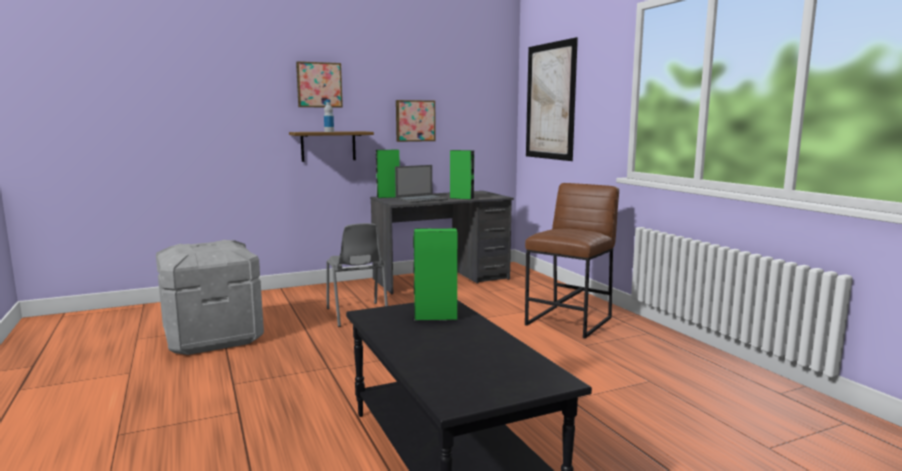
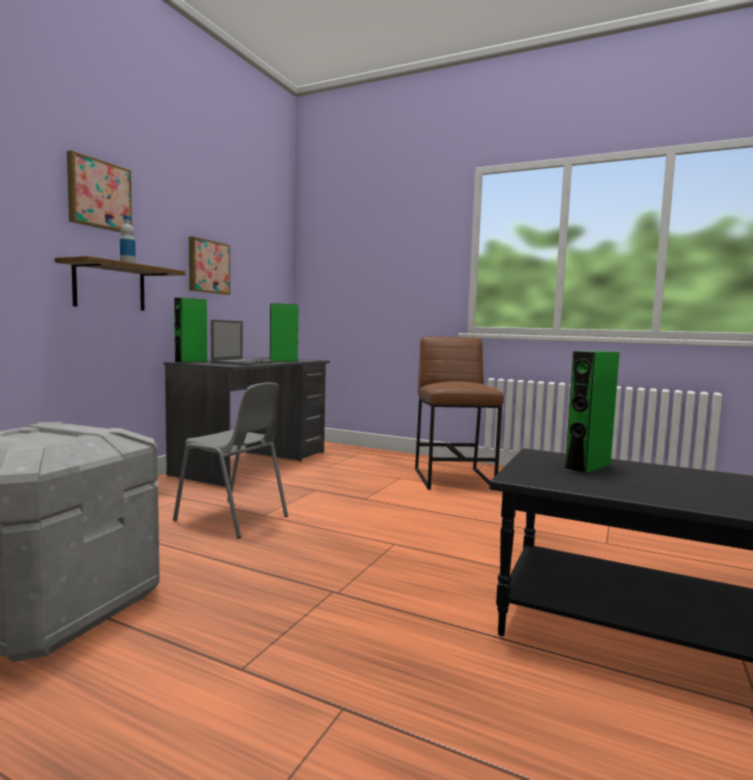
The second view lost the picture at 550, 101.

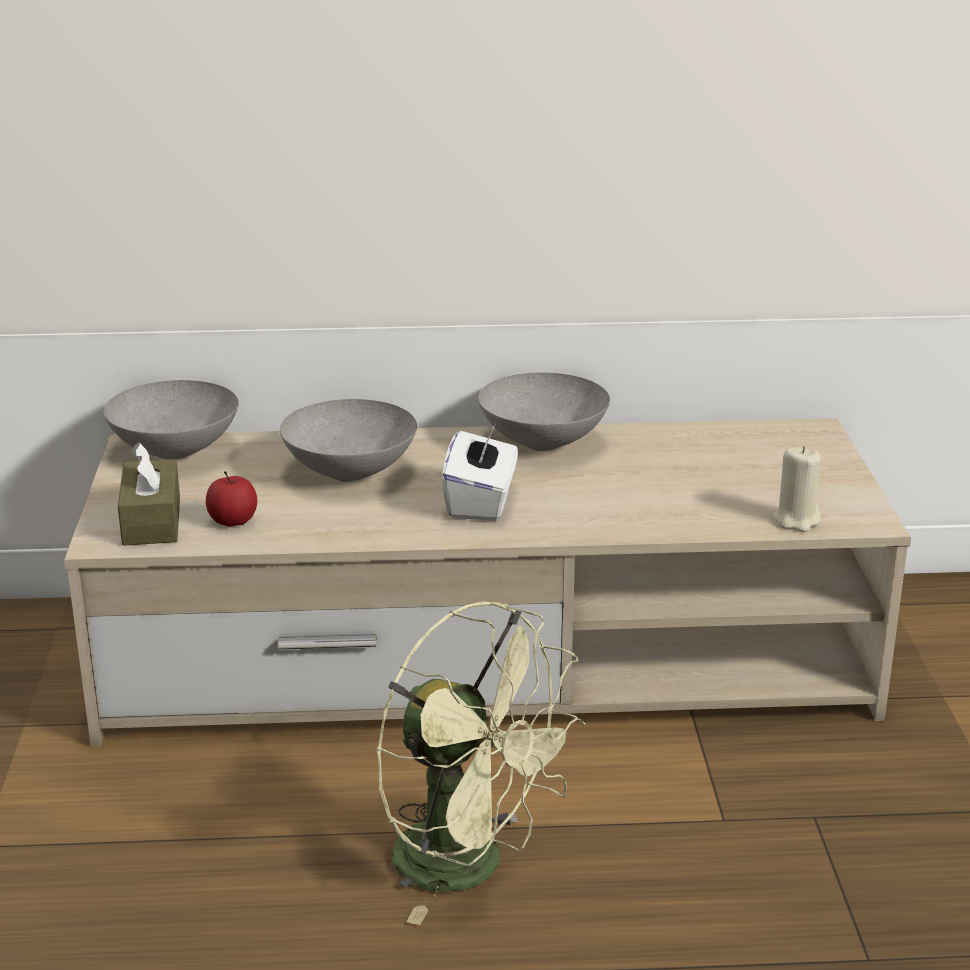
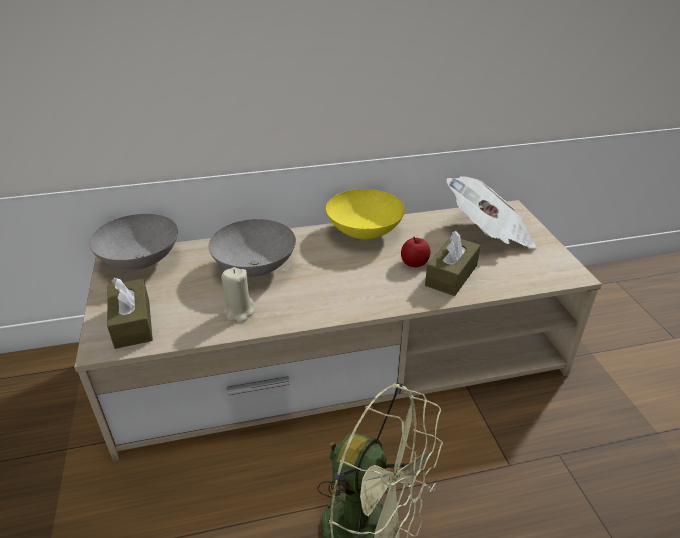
The second view lost the white box of tissues at 481, 502.
The second view gained the brown box of tissues at 451, 275.
The second view gained the newspaper at 489, 234.
The whole apple ended up elsewhere, having gone from 233, 521 to 414, 263.
The beige wax candle ended up elsewhere, having gone from 796, 520 to 239, 311.
What was the gray deep dish at 545, 443 turned into the yellow-coloured deep dish at 365, 233.

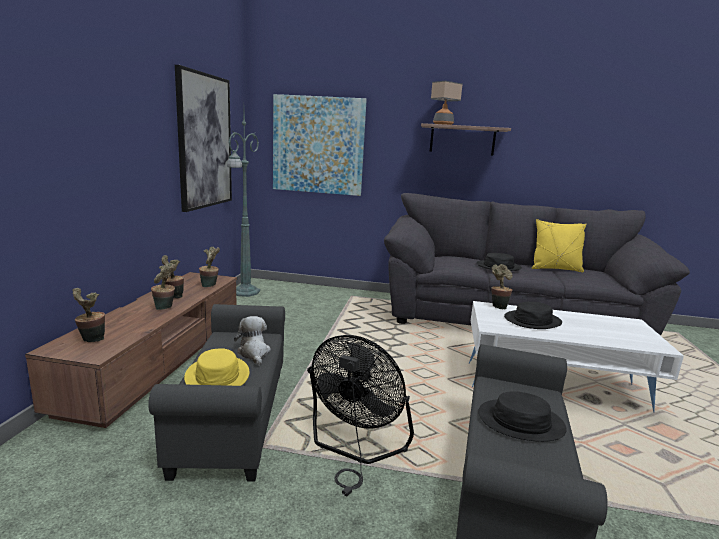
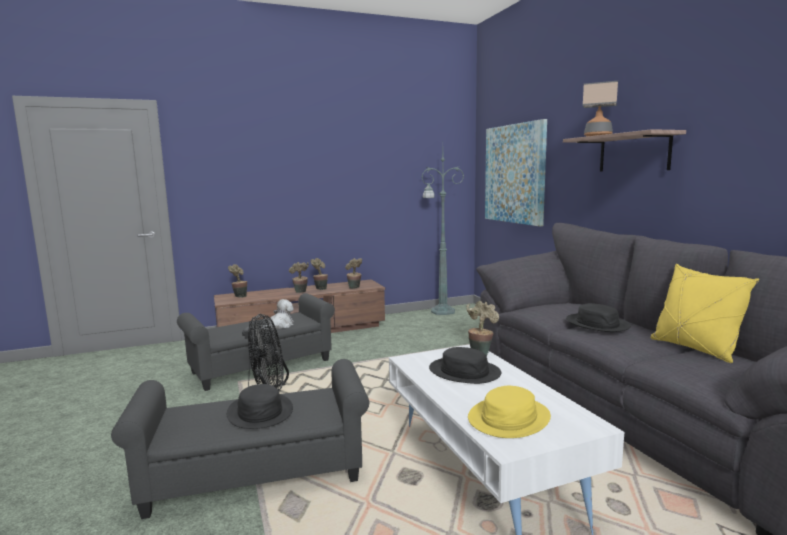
The second view lost the picture at 204, 141.
The yellow-coloured hat ended up elsewhere, having gone from 217, 376 to 509, 418.

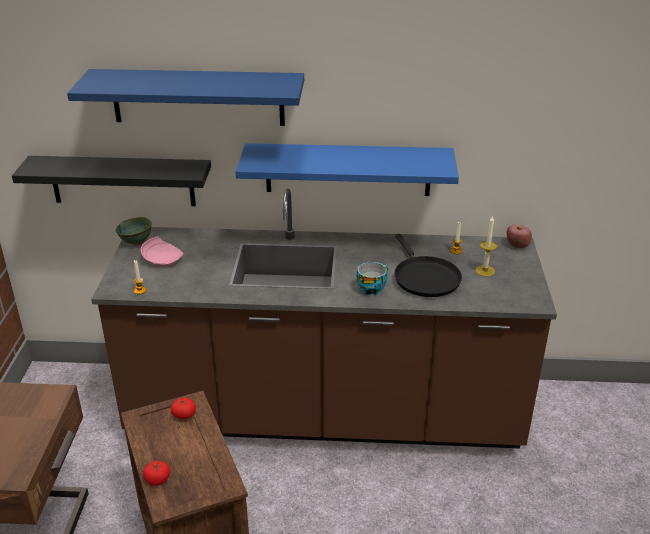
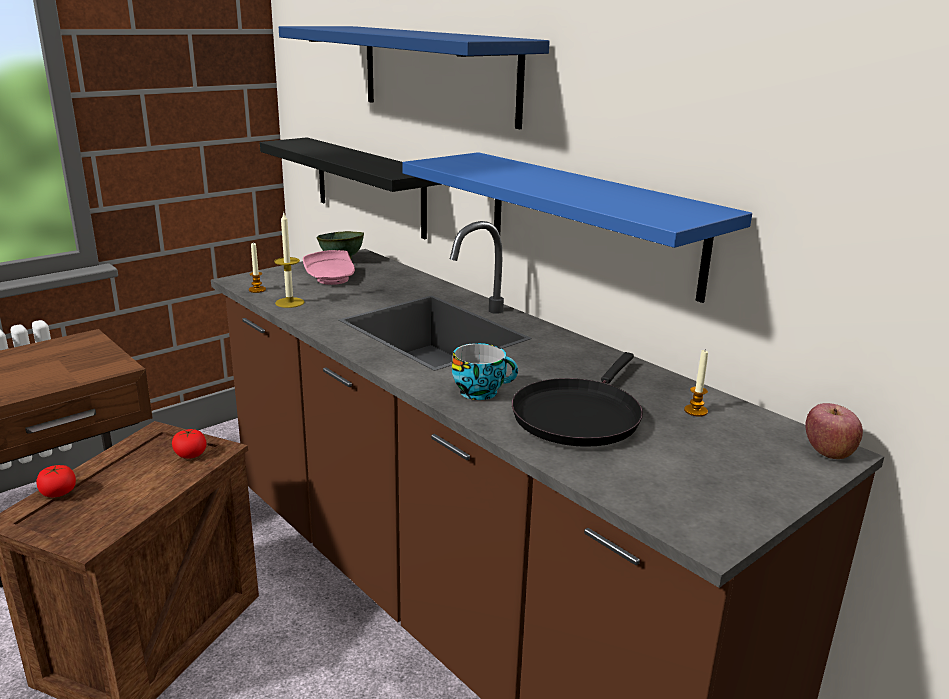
The wax candle ended up elsewhere, having gone from 485, 271 to 289, 302.

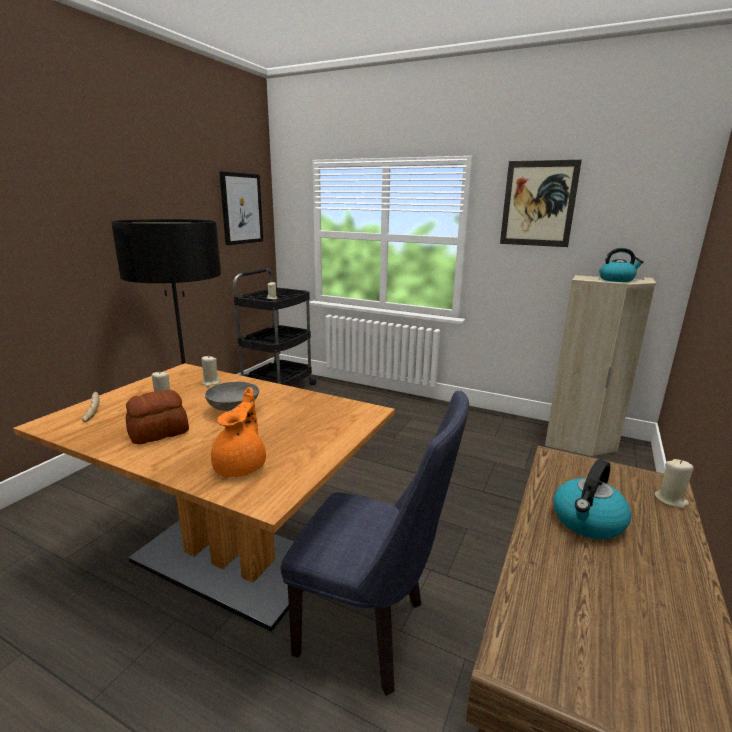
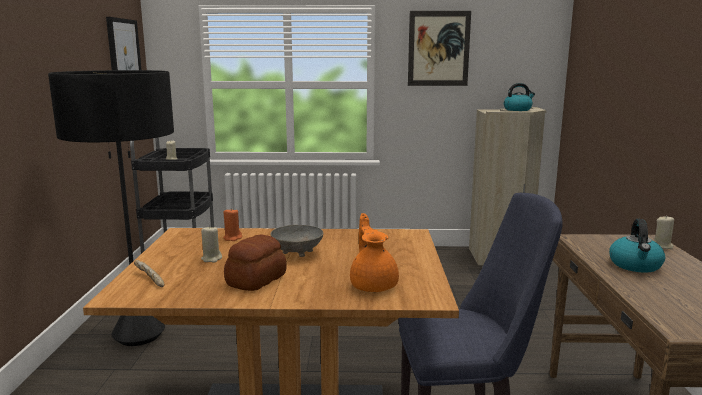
What was the beige wax candle at 211, 383 turned into the orange wax candle at 232, 238.

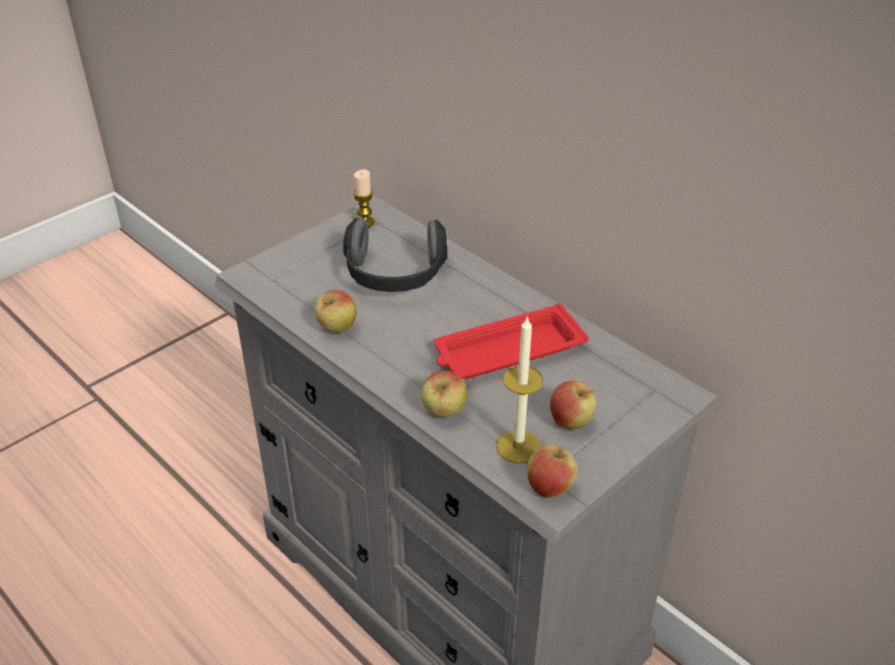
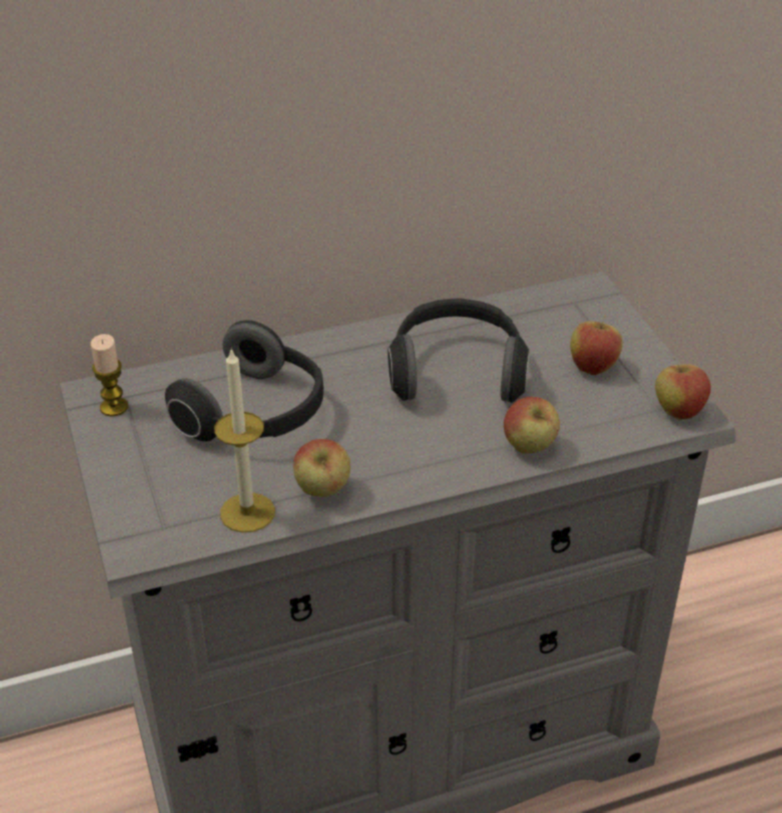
The wax candle ended up elsewhere, having gone from 518, 446 to 247, 512.
Where the reddish serving tray stood at 507, 351, the pair of headphones came to stand at 457, 372.

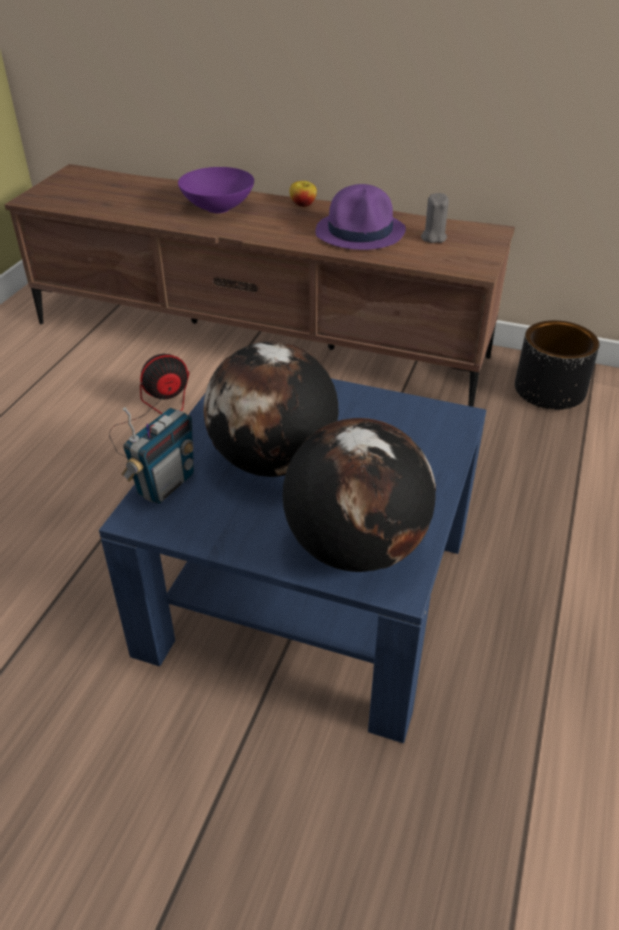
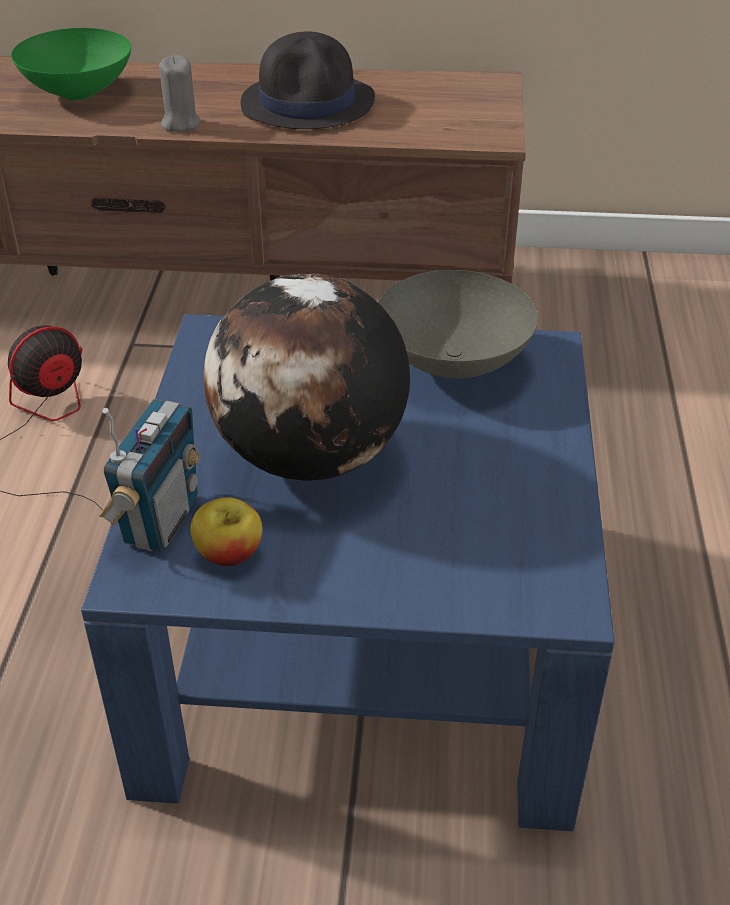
The second view lost the desk globe at 355, 547.
The second view lost the black-coloured planter at 549, 391.
The second view gained the gray deep dish at 455, 363.
The whole apple ended up elsewhere, having gone from 303, 204 to 229, 553.
The gray wax candle ended up elsewhere, having gone from 433, 237 to 180, 123.
What was the purplish deep dish at 219, 208 turned into the greenish deep dish at 80, 92.
What was the purplish hat at 361, 232 turned into the black-coloured hat at 309, 103.

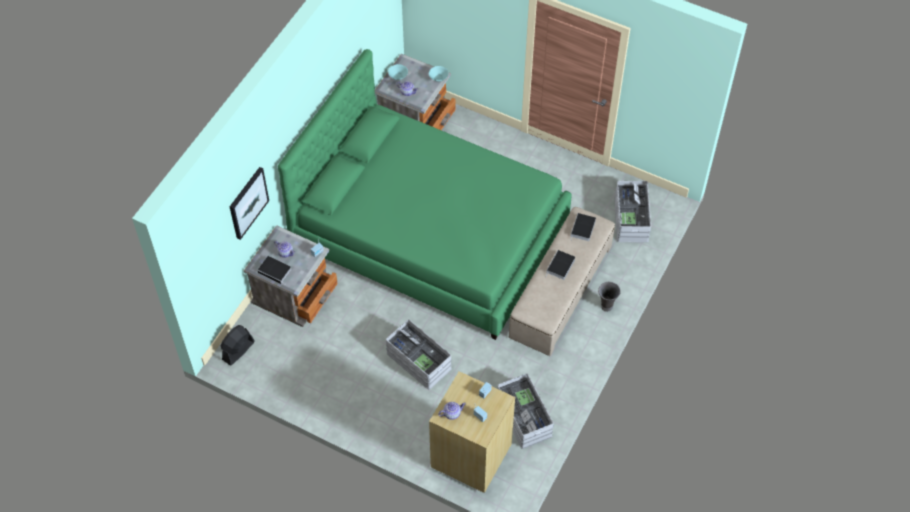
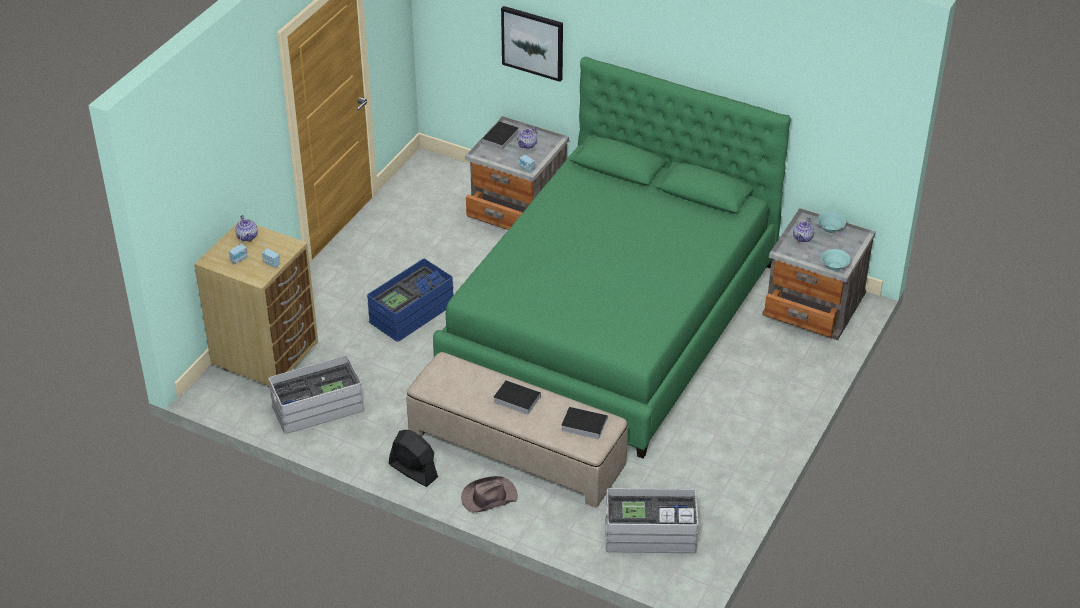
The black-coloured cooling fan ended up elsewhere, having gone from 238, 350 to 413, 470.
Where the gray flower vase stood at 606, 306, the brown hat came to stand at 488, 497.
What was the gray storage box at 418, 361 turned into the blue-coloured storage box at 411, 312.

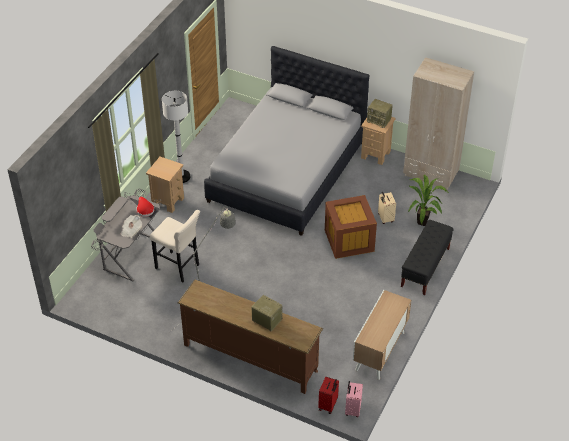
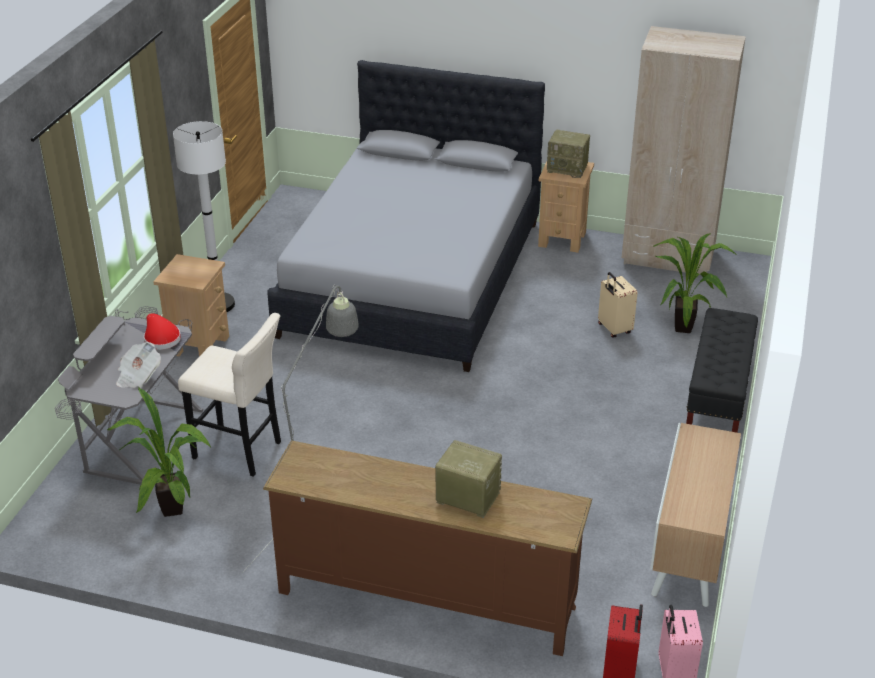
The second view lost the brown storage box at 348, 241.
The second view gained the potted plant at 173, 513.

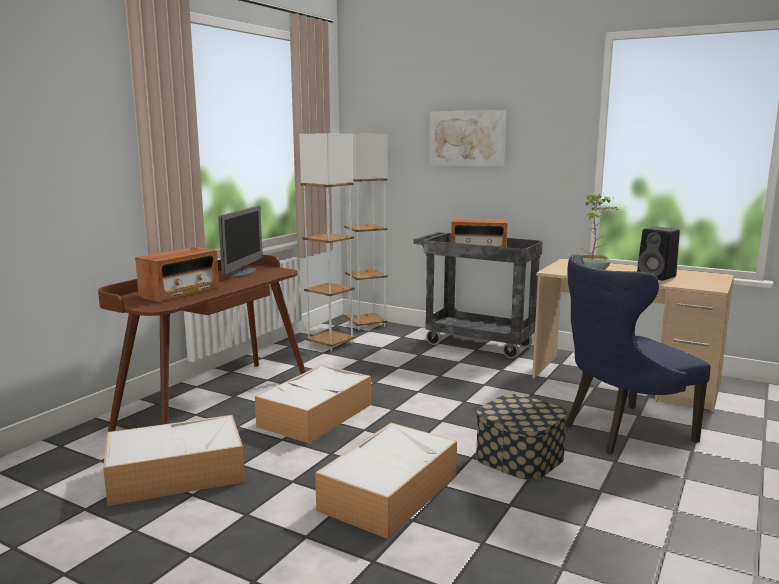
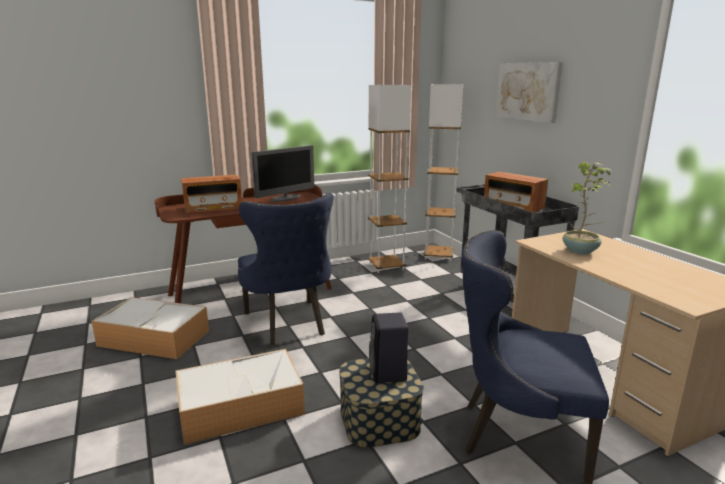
The black-coloured speaker ended up elsewhere, having gone from 657, 277 to 388, 373.
Where the storage box stood at 315, 416, the blue-coloured upright chair came to stand at 288, 324.

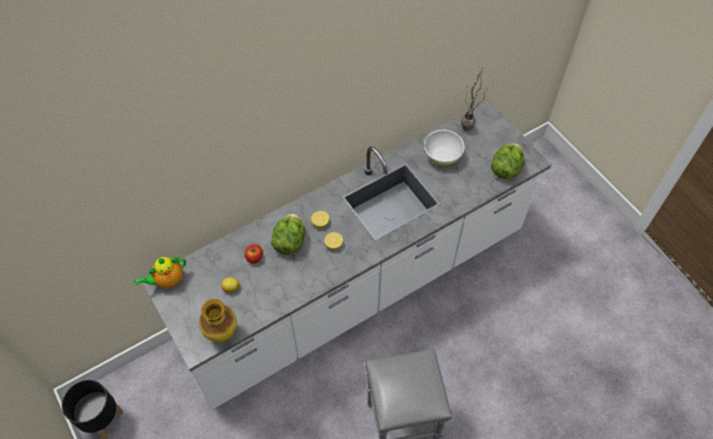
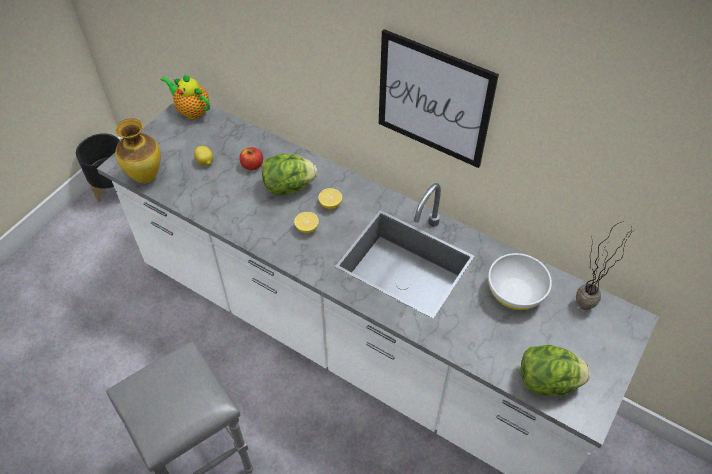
The second view gained the picture at 434, 100.

